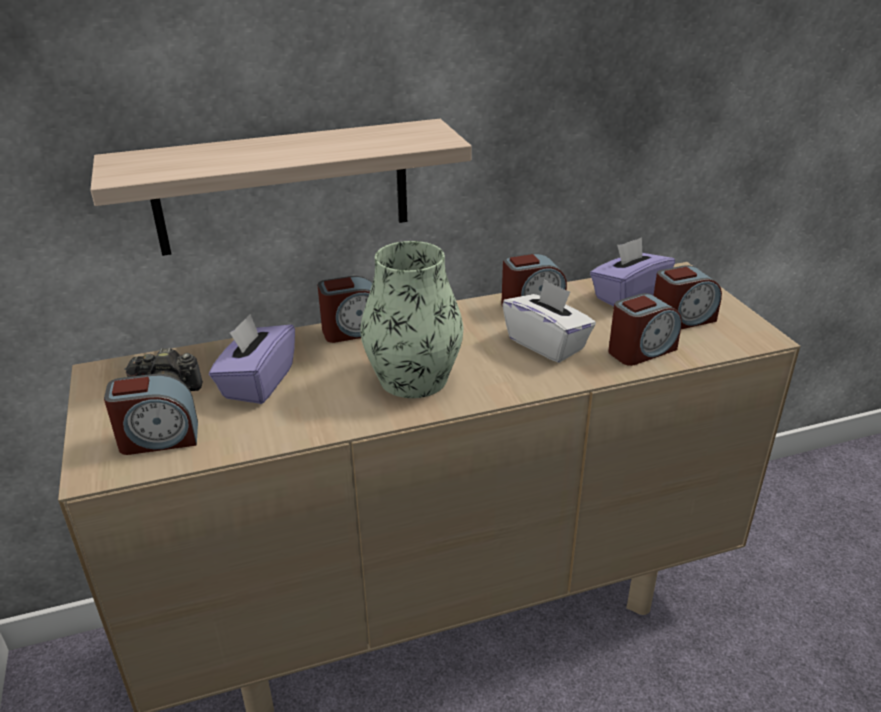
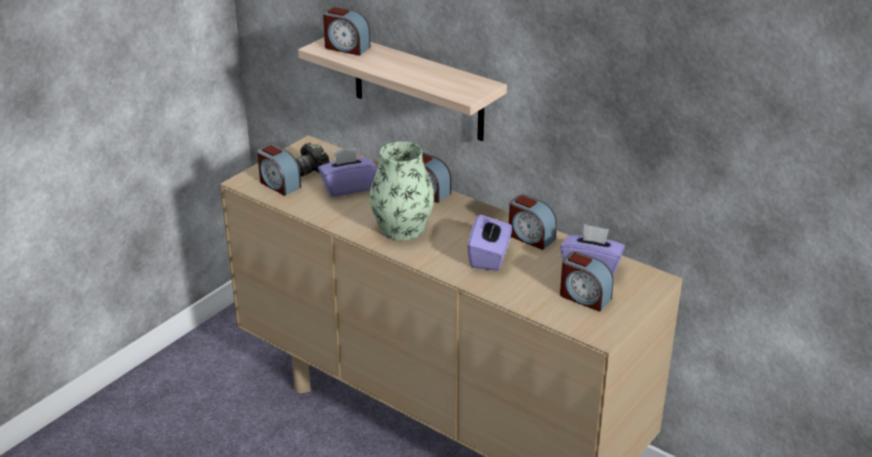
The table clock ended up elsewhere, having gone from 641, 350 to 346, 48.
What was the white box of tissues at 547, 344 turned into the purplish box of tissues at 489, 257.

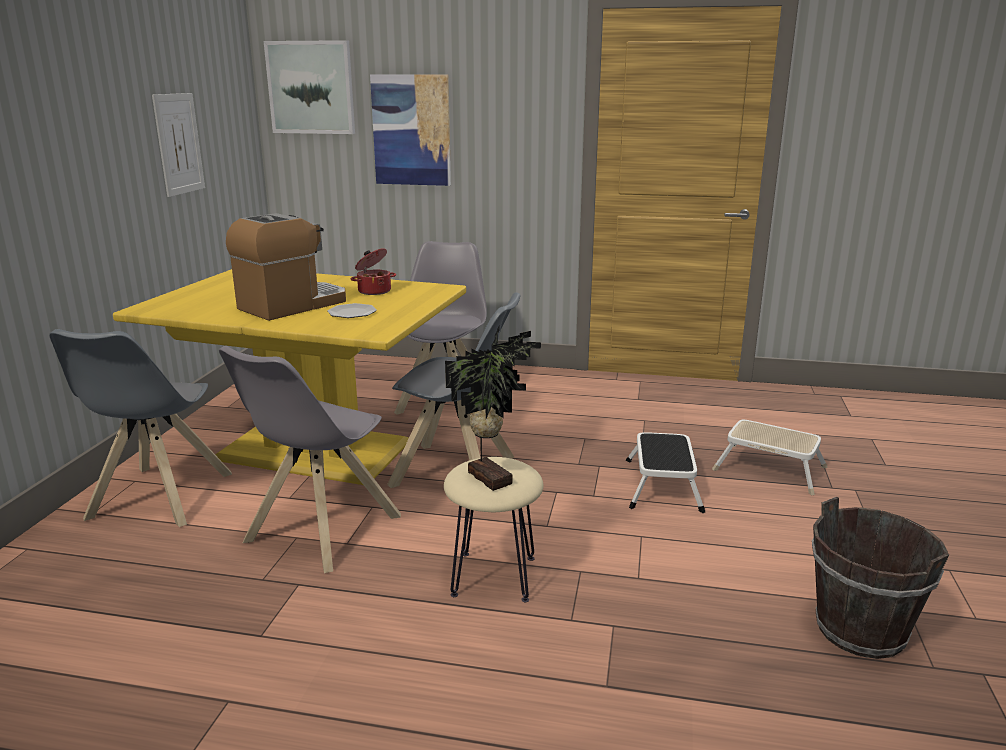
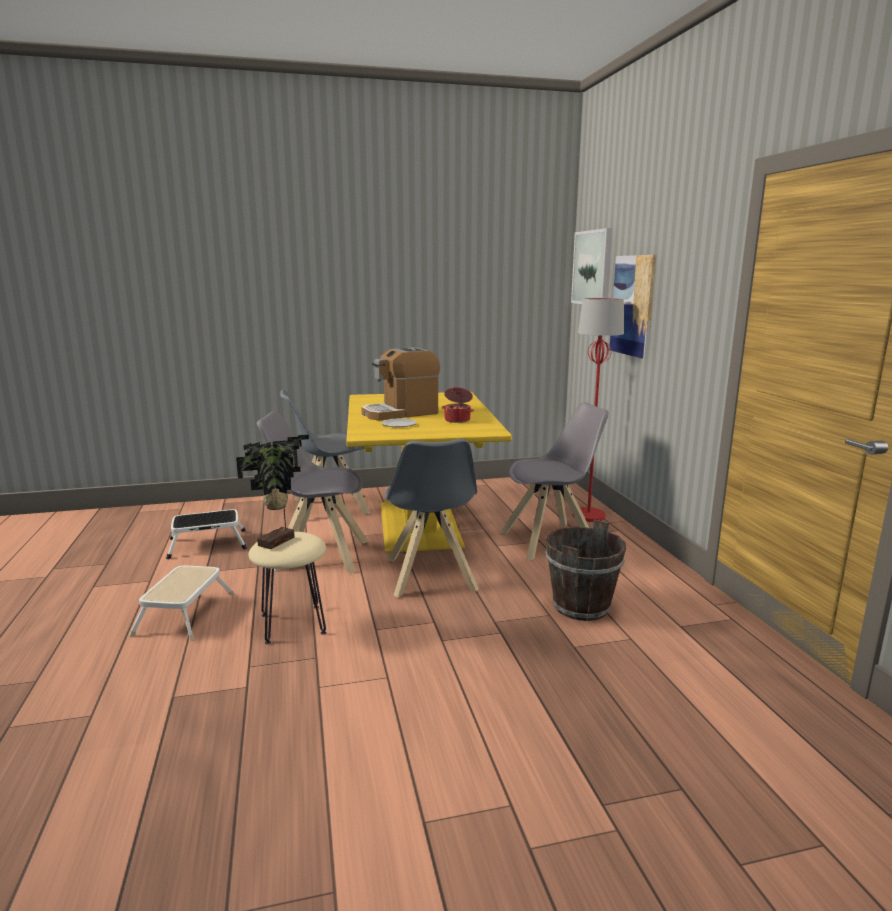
The second view lost the picture at 179, 144.
The second view gained the reddish standard lamp at 589, 515.
The black-coloured step stool ended up elsewhere, having gone from 663, 485 to 208, 544.
The beige step stool ended up elsewhere, having gone from 769, 469 to 184, 614.
The brown pail ended up elsewhere, having gone from 859, 630 to 580, 606.
The coffee machine at 293, 305 ended up facing another way, 135 degrees clockwise from before.

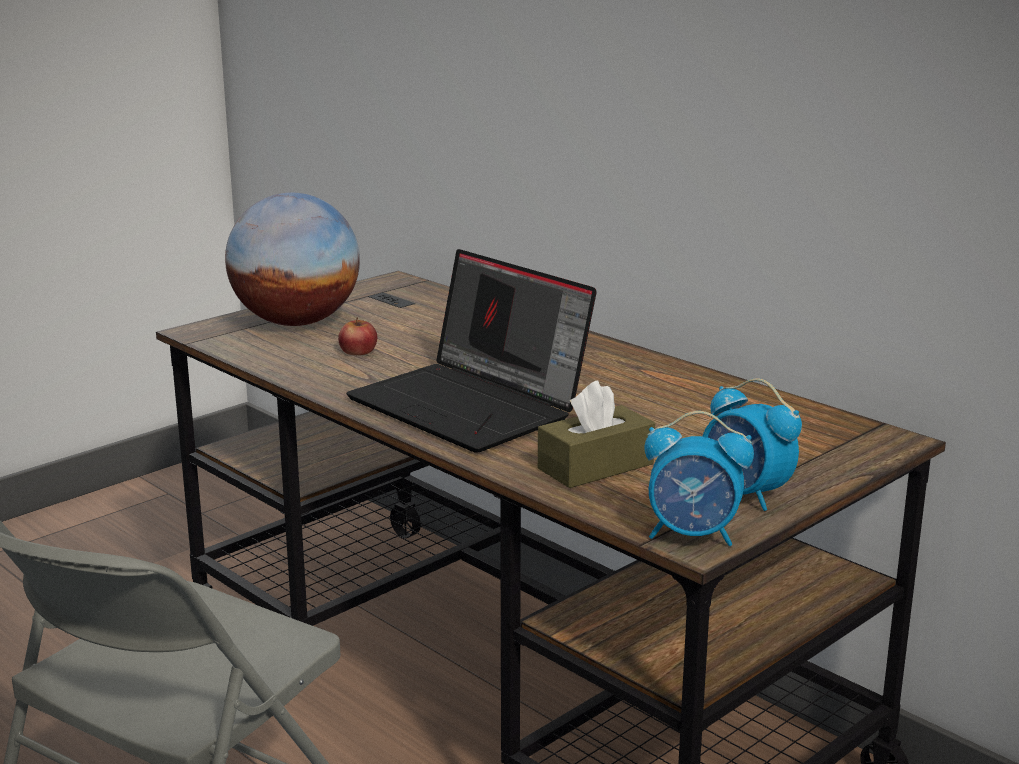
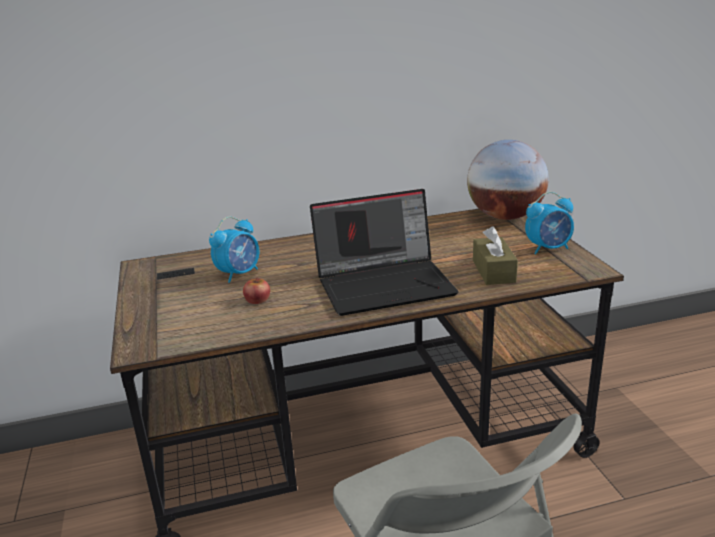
The desk globe ended up elsewhere, having gone from 296, 322 to 505, 217.
The table clock ended up elsewhere, having gone from 693, 535 to 239, 274.

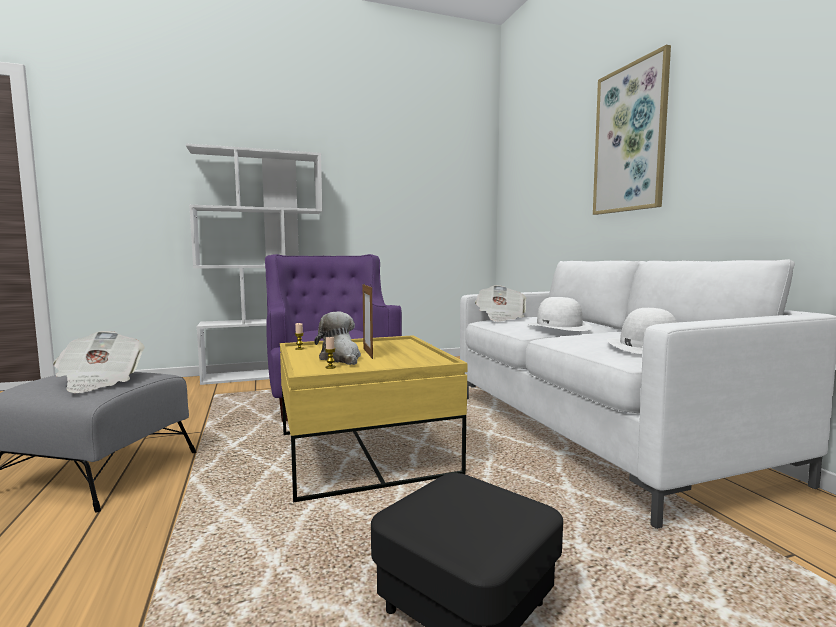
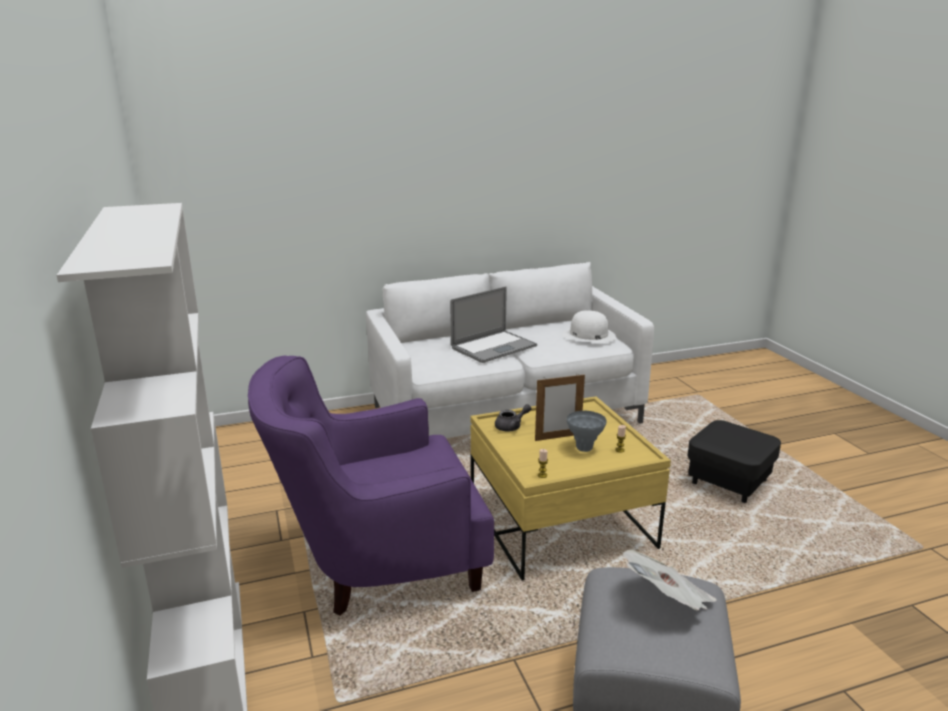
The second view lost the newspaper at 500, 317.
The second view lost the picture at 630, 139.
The second view gained the gray pot for tea at 512, 426.
Where the soft toy stood at 341, 358, the gray flower vase came to stand at 584, 448.
Where the white hat stood at 559, 326, the notebook computer came to stand at 494, 347.

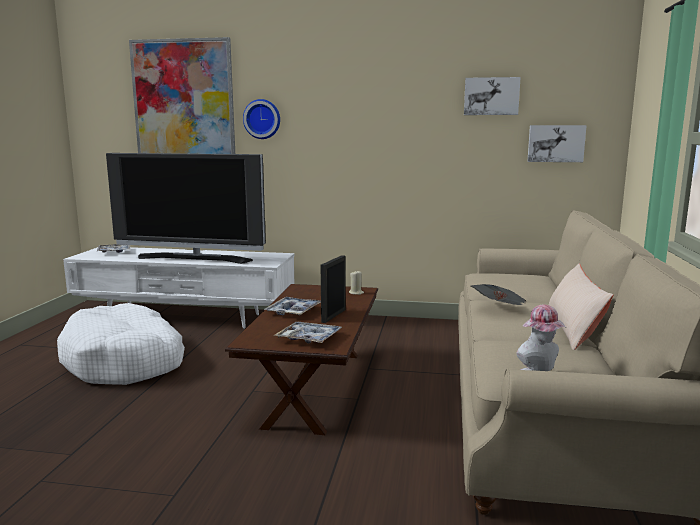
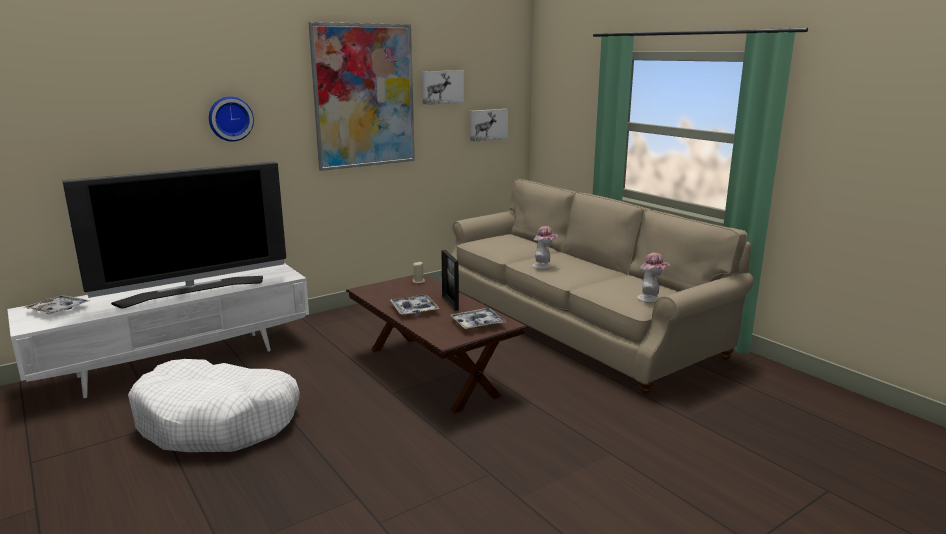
The second view lost the beige pillow at 573, 329.
The picture ended up elsewhere, having gone from 184, 109 to 364, 96.
Where the newspaper stood at 499, 310, the hat came to stand at 543, 266.

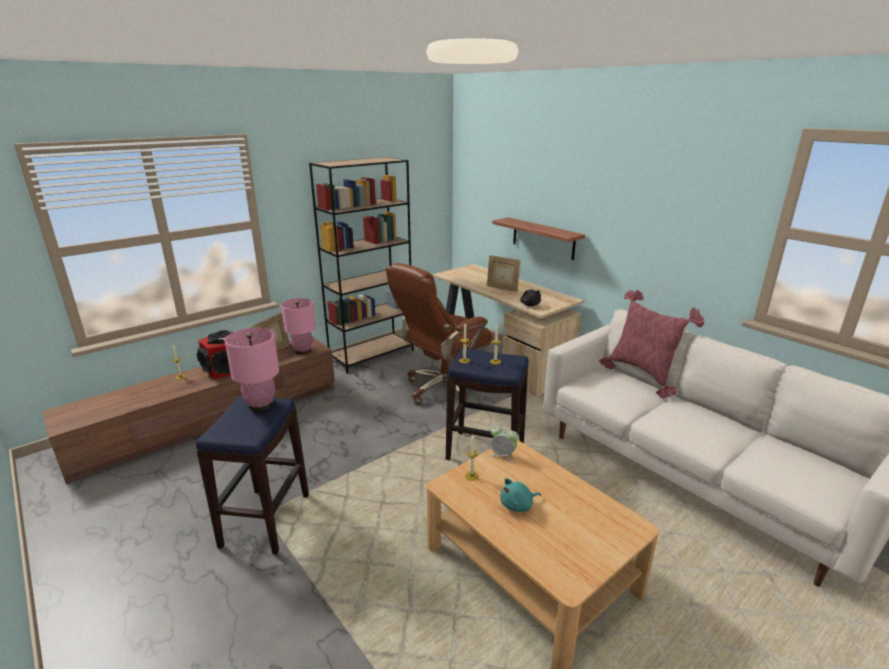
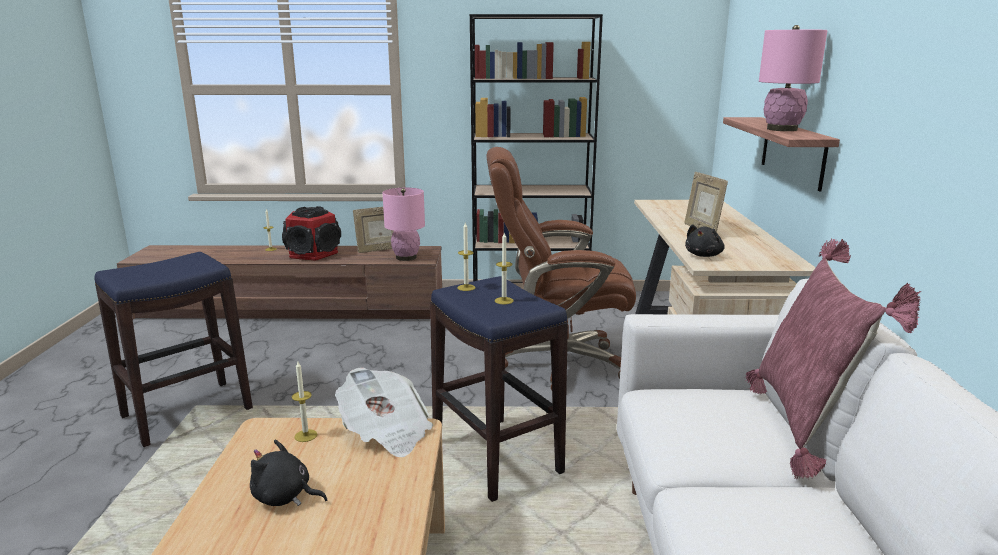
The pinkish table lamp ended up elsewhere, having gone from 260, 405 to 781, 129.
Where the table clock stood at 503, 455, the newspaper came to stand at 386, 433.
What was the blue-green soft toy at 518, 505 turned into the black-coloured soft toy at 285, 497.

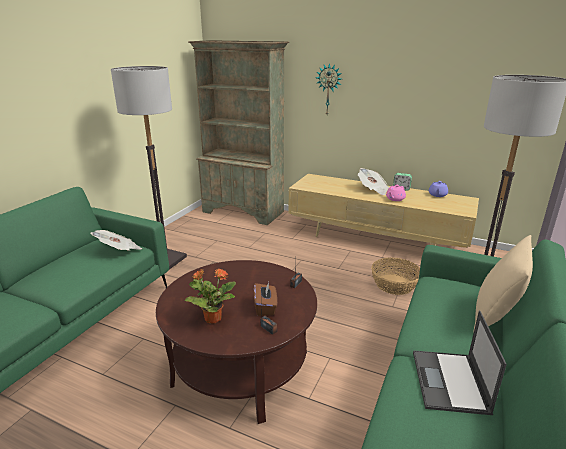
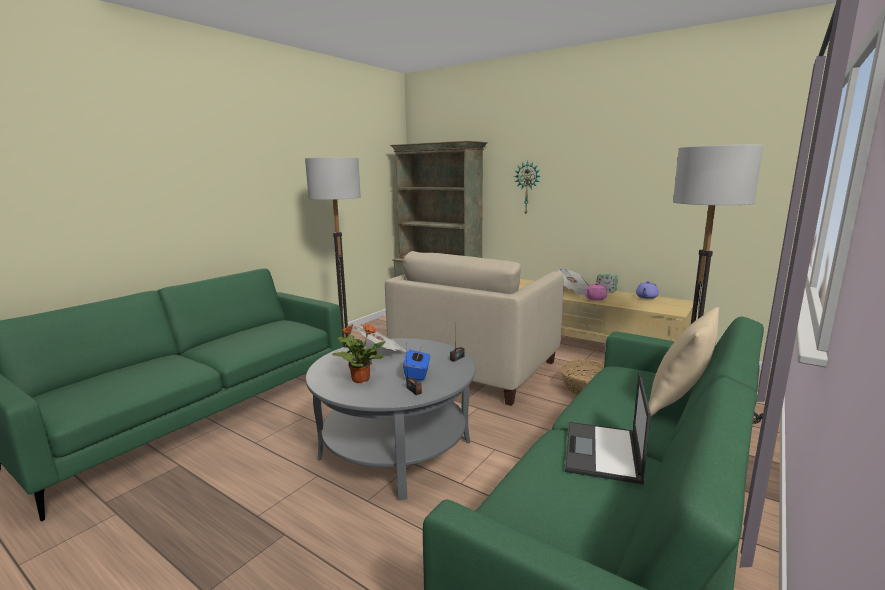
The second view gained the beige easy chair at 476, 368.
The newspaper ended up elsewhere, having gone from 119, 251 to 381, 352.
What was the brown low table at 241, 367 turned into the gray low table at 395, 449.
What was the brown box of tissues at 265, 307 turned into the blue-coloured box of tissues at 417, 374.

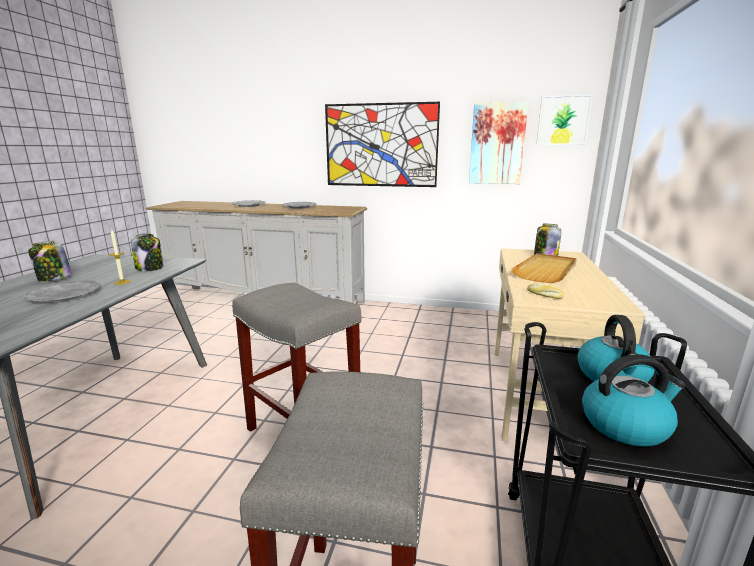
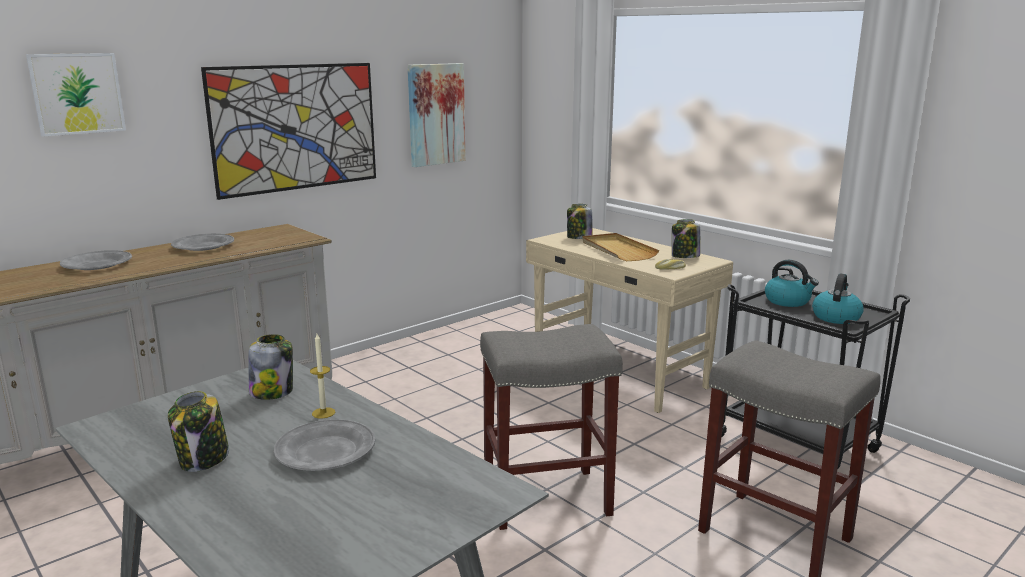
The second view gained the preserve jar at 684, 256.
The picture ended up elsewhere, having gone from 563, 120 to 77, 93.

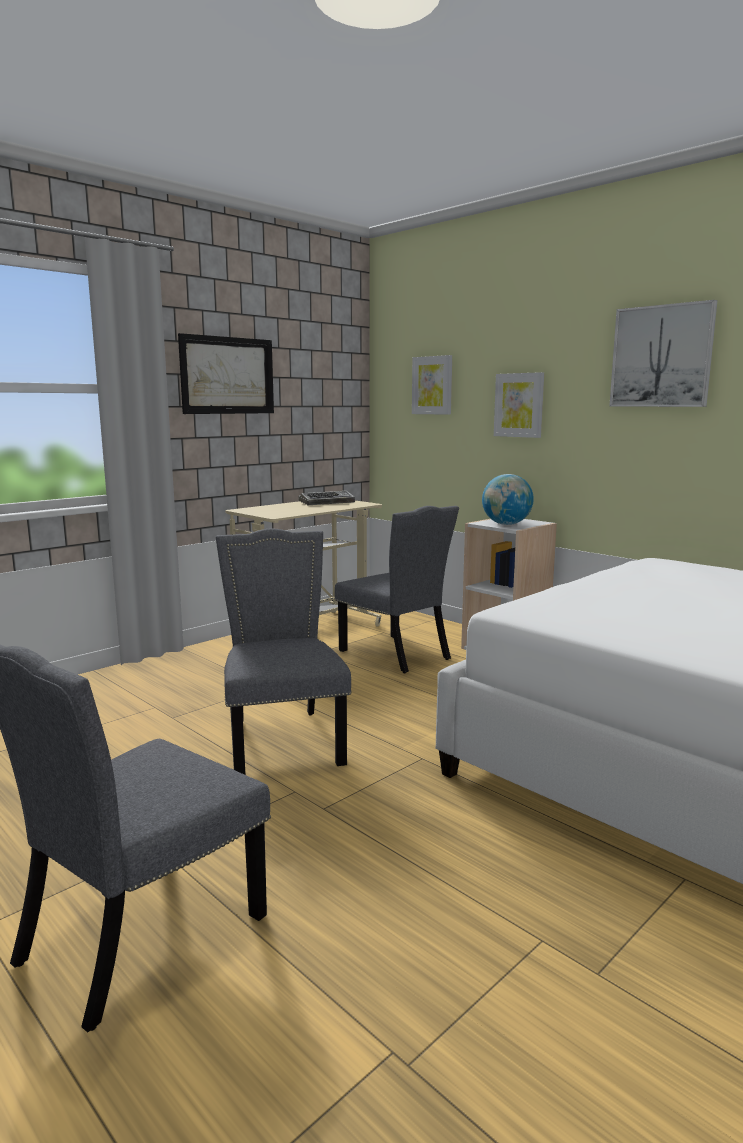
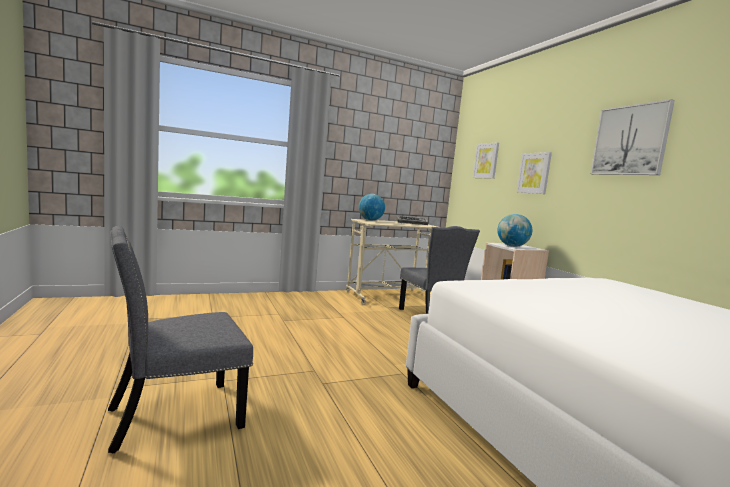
The second view lost the picture at 227, 375.
The second view lost the gray upright chair at 283, 743.
The second view gained the desk globe at 370, 220.

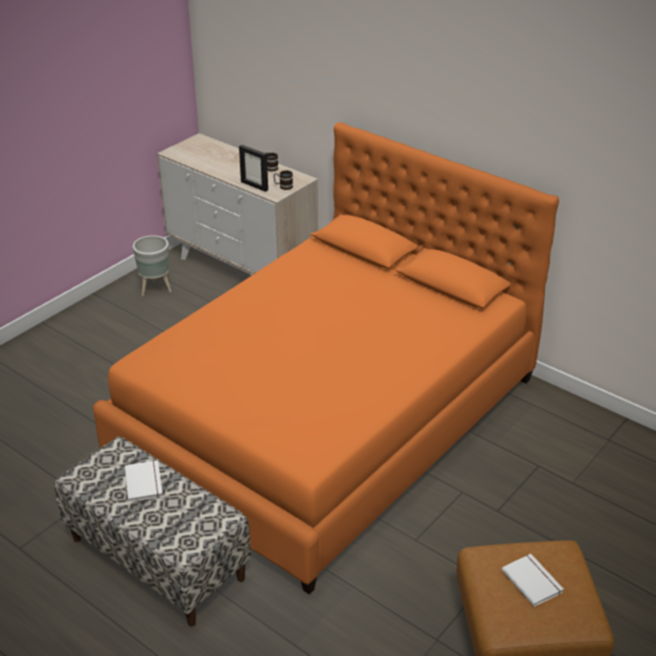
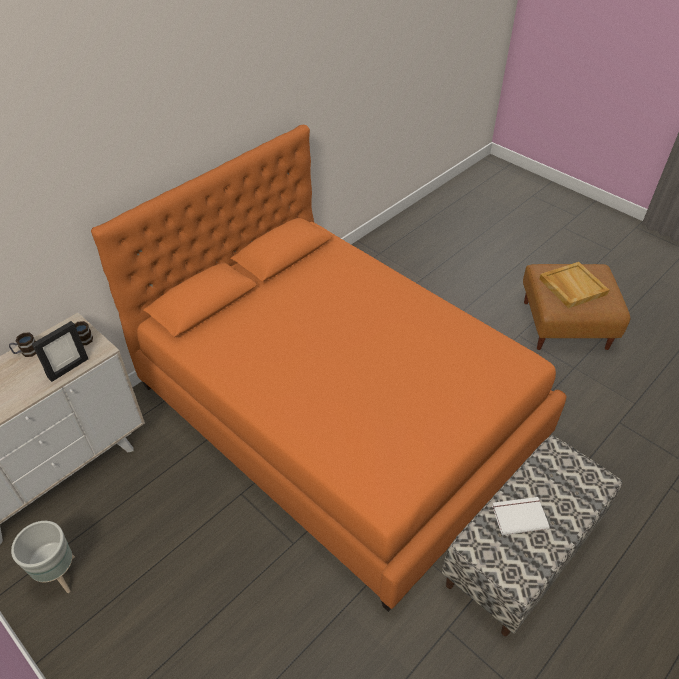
Where the white book stood at 533, 580, the beige serving tray came to stand at 572, 286.

